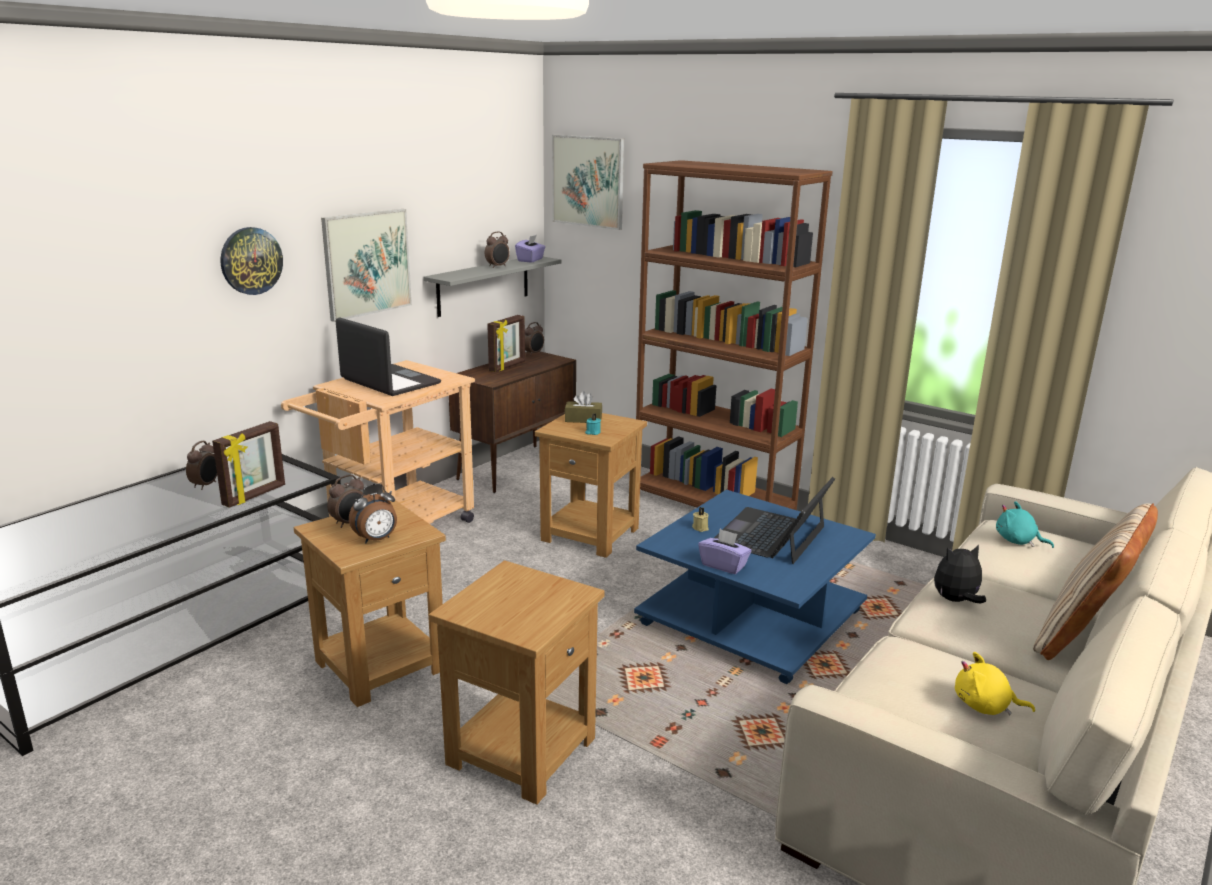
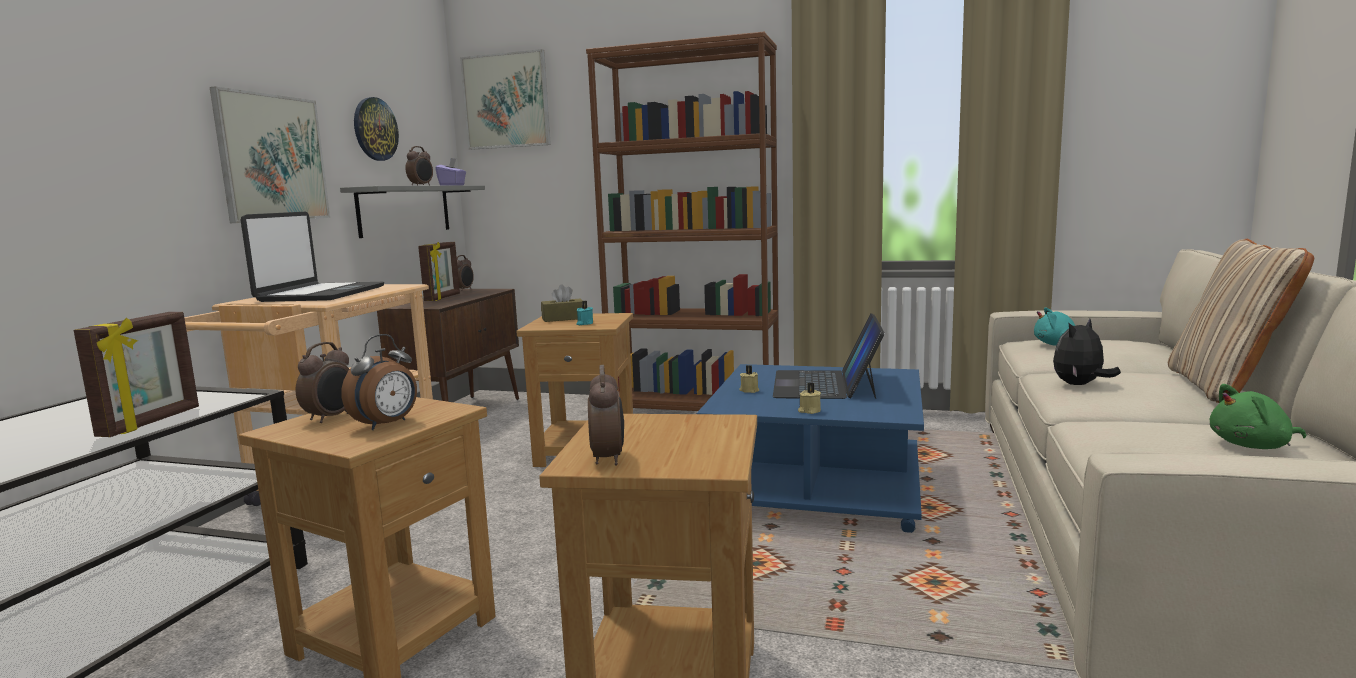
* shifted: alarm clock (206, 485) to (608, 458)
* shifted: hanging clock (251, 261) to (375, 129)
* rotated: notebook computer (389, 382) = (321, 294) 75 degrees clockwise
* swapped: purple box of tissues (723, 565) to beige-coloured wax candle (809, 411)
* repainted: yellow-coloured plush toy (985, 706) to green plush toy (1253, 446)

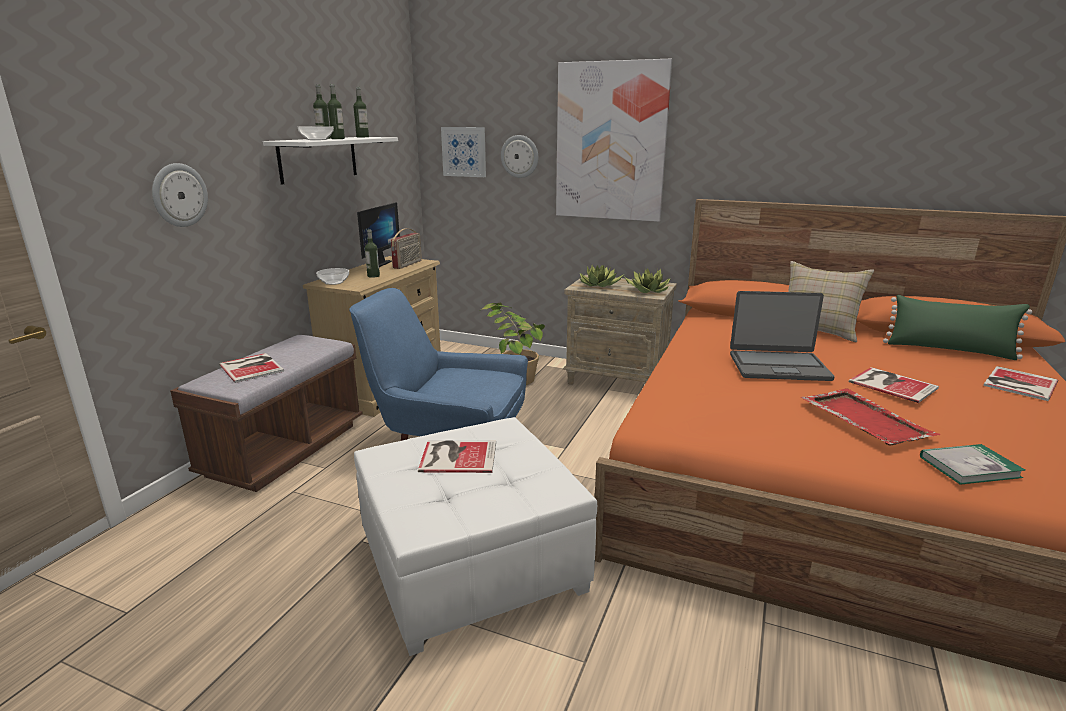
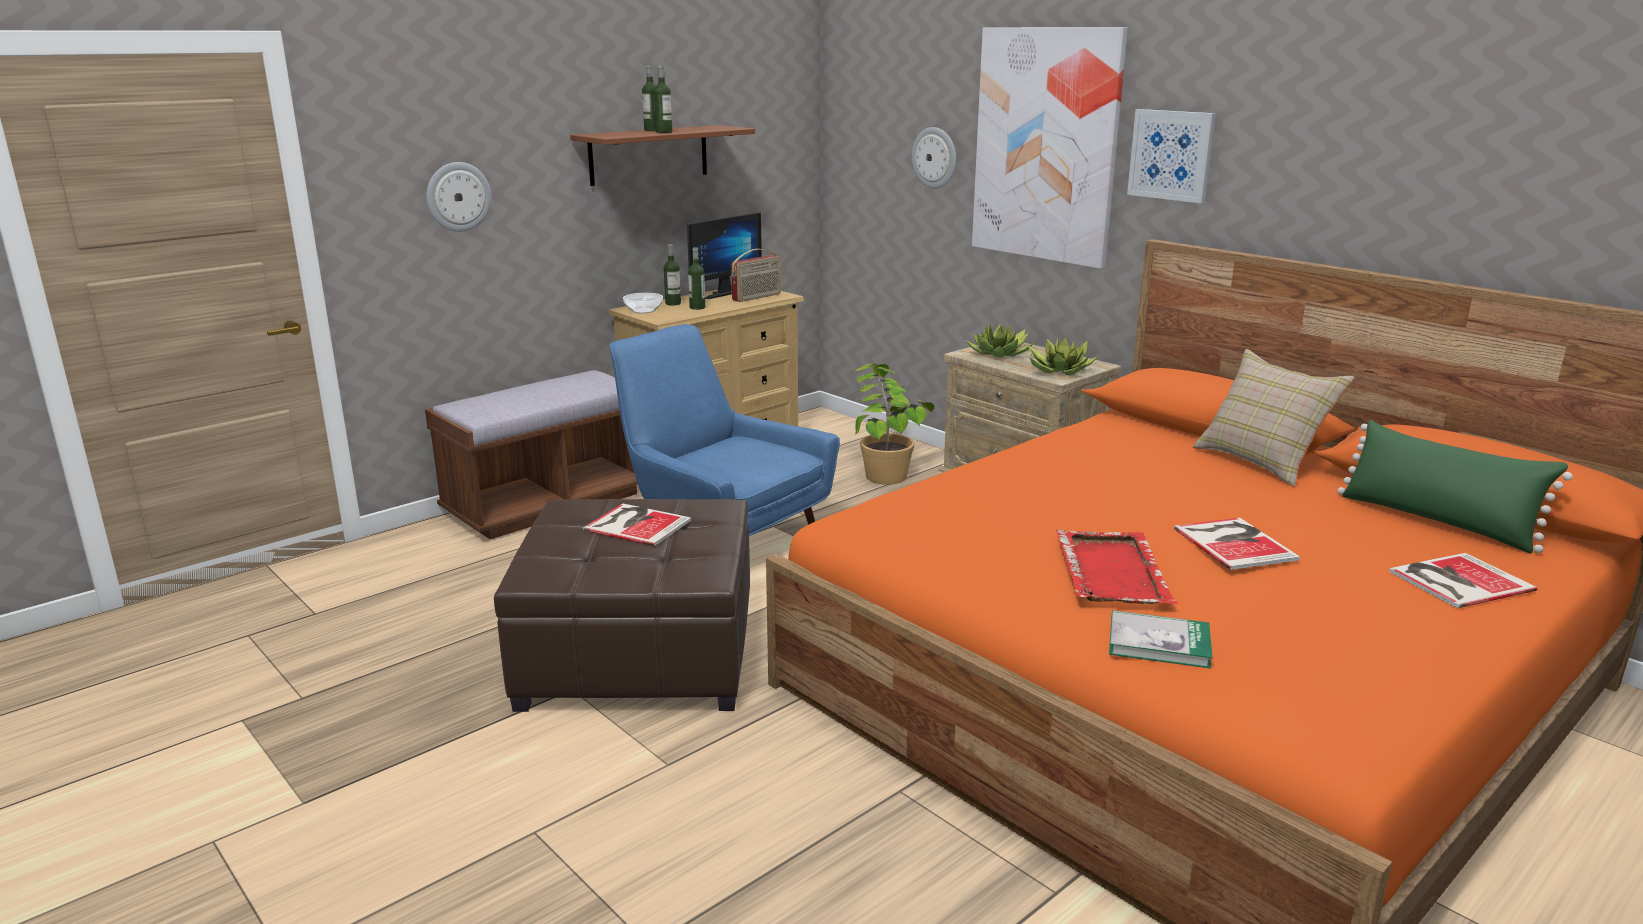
* gone: book (252, 367)
* repainted: white shelf (318, 159) to brown shelf (649, 154)
* gone: deep dish (317, 139)
* shifted: bottle (362, 137) to (673, 303)
* repainted: white ottoman (472, 562) to brown ottoman (641, 653)
* shifted: wall picture (464, 152) to (1171, 155)
* gone: notebook computer (778, 366)

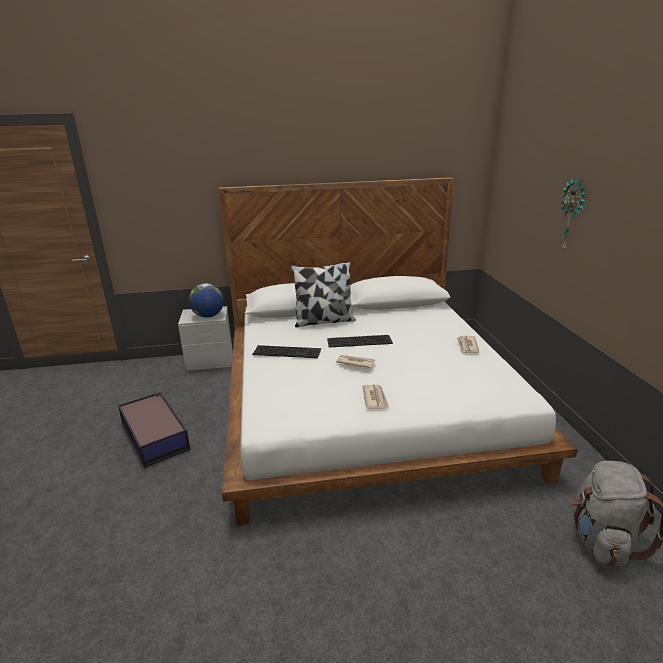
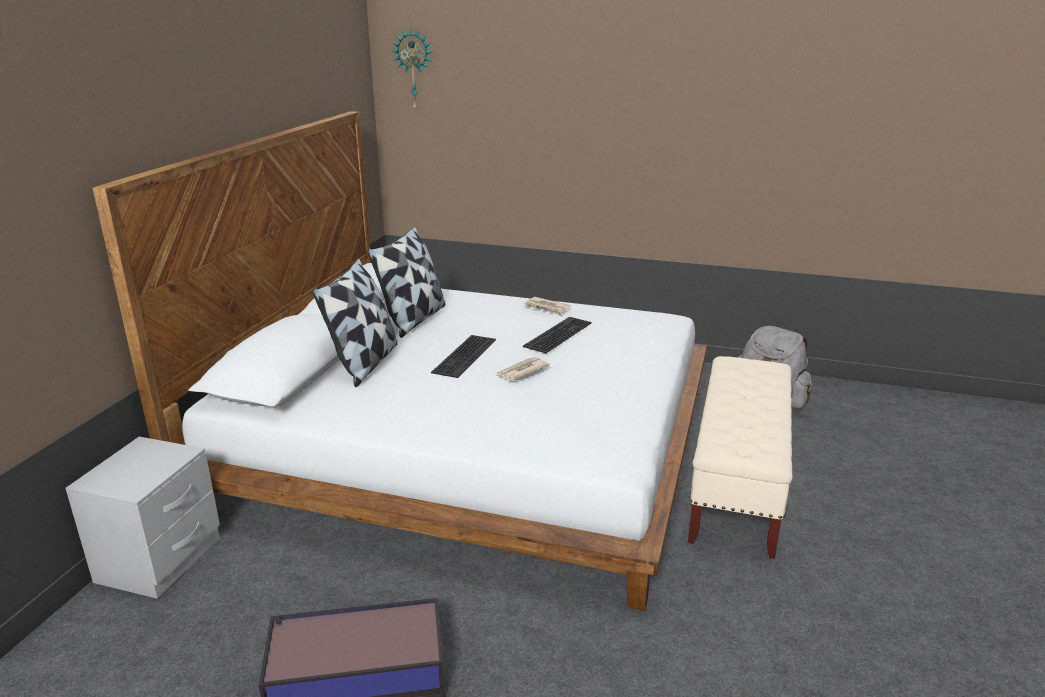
* gone: world globe (208, 316)
* shifted: keyboard (288, 351) to (557, 333)
* gone: daily paper (375, 398)
* shifted: hanging clock (572, 215) to (414, 70)
* new: throw pillow (413, 319)
* new: beige-coloured indoor bench (736, 487)

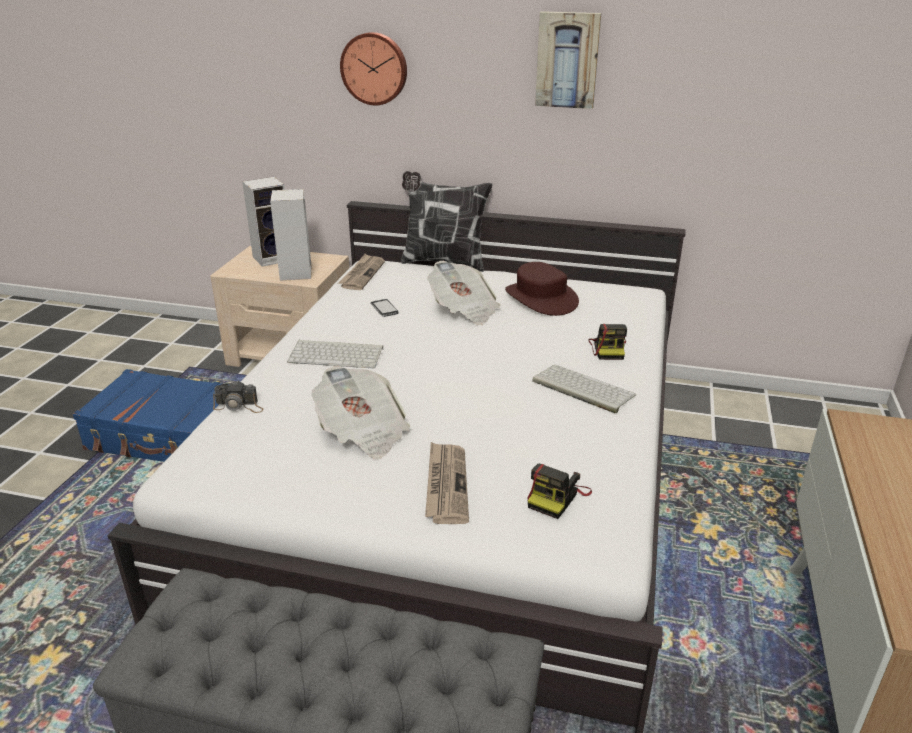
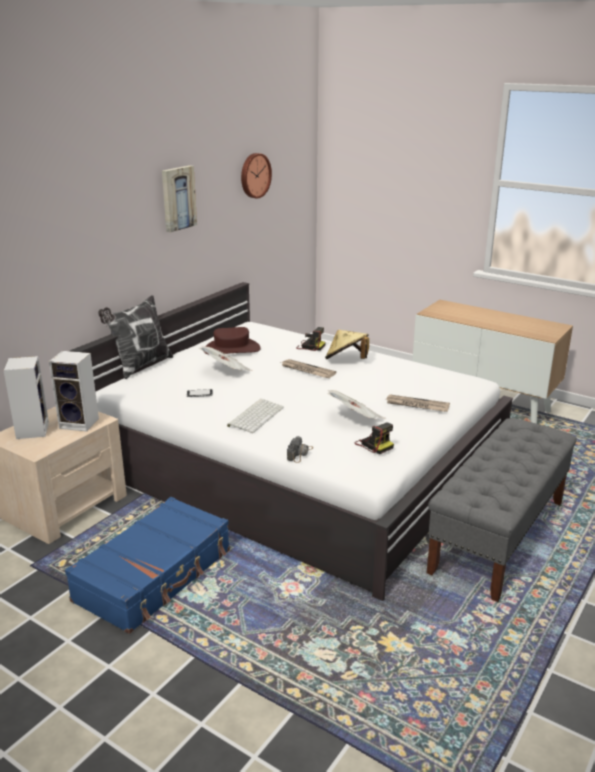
* shifted: daily paper (362, 274) to (307, 370)
* shifted: hanging clock (374, 68) to (254, 175)
* shifted: photo camera (557, 497) to (374, 444)
* swapped: keyboard (581, 388) to beige-coloured hat (346, 360)

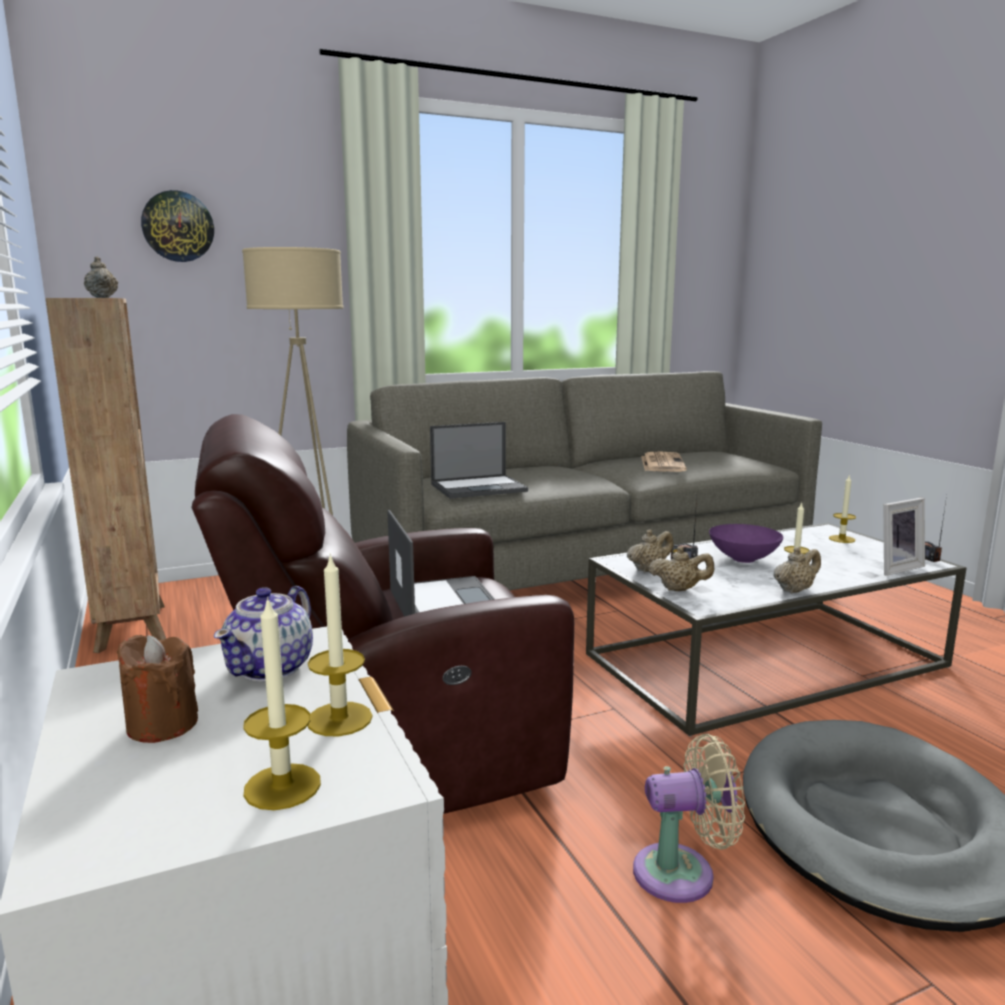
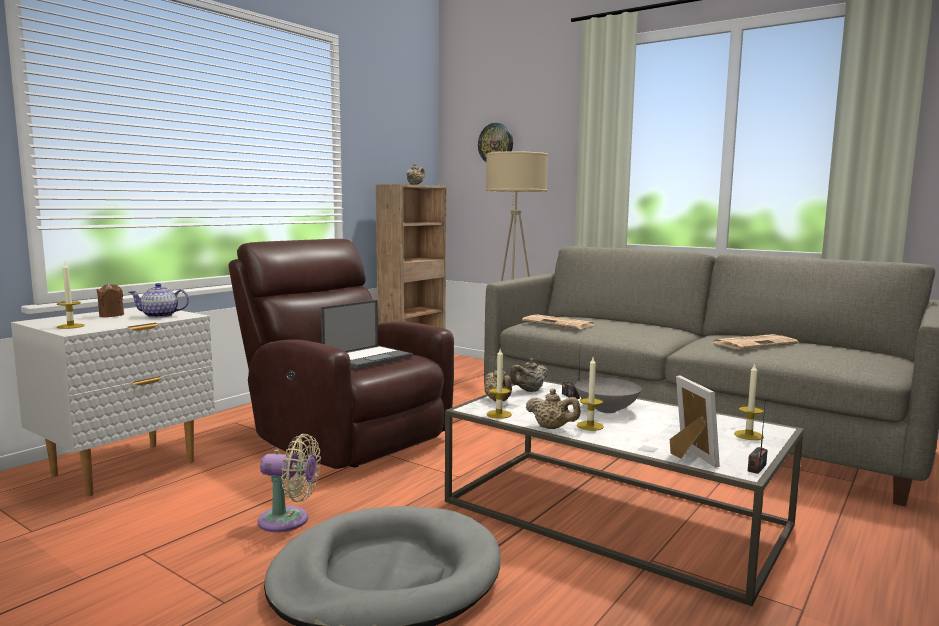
* shifted: wax candle (339, 719) to (499, 414)
* swapped: notebook computer (479, 487) to daily paper (559, 323)
* rotated: beige-coloured tea pot (648, 569) = (529, 391) 120 degrees clockwise
* rotated: beige-coloured fan (682, 873) = (289, 521) 45 degrees counterclockwise
* repainted: purple deep dish (744, 559) to greyish deep dish (608, 410)
* rotated: photo frame (894, 568) = (689, 456) 135 degrees counterclockwise

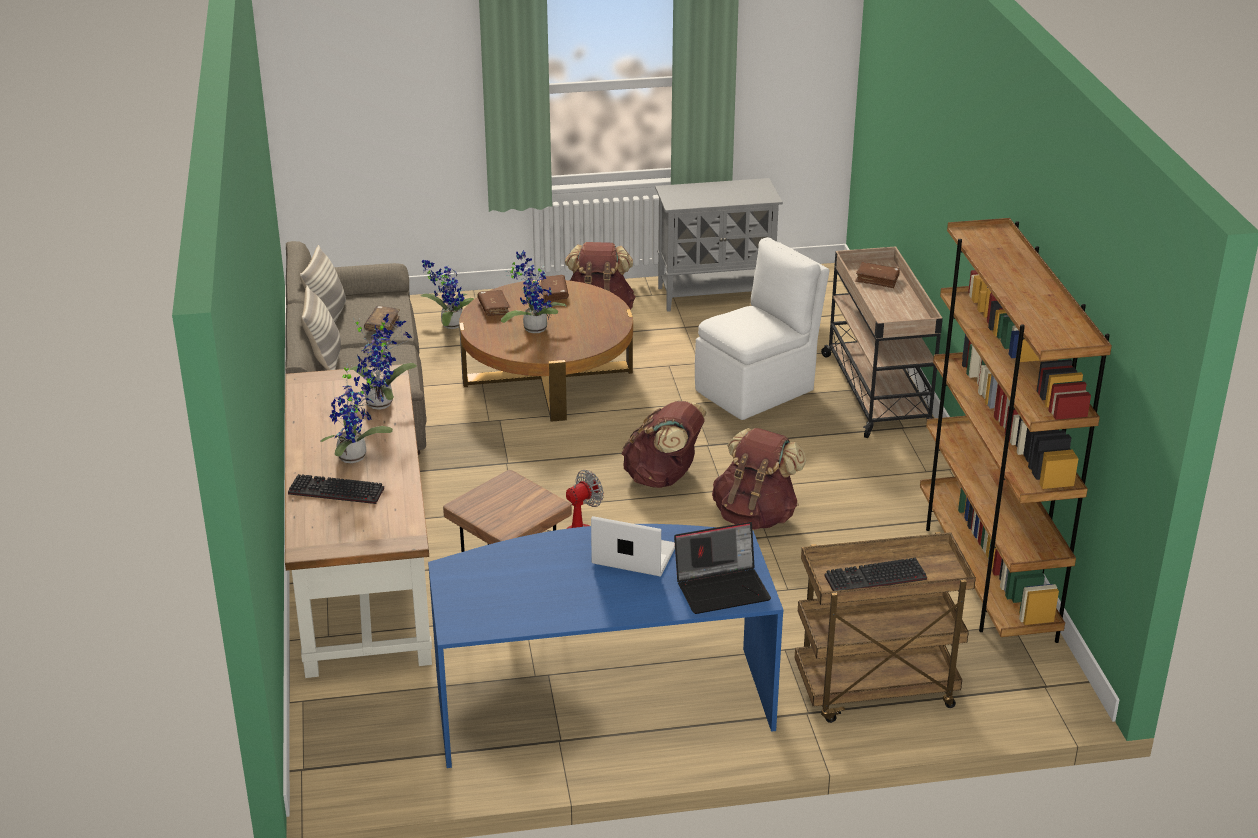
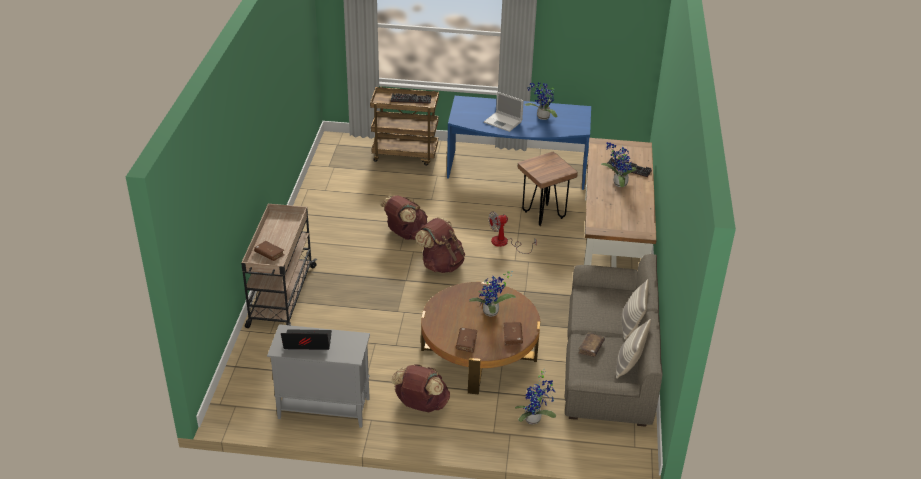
* shifted: houseplant (382, 402) to (541, 117)
* shifted: notebook computer (722, 588) to (306, 343)
* gone: white plain chair (757, 389)
* gone: brown shelving unit (986, 575)

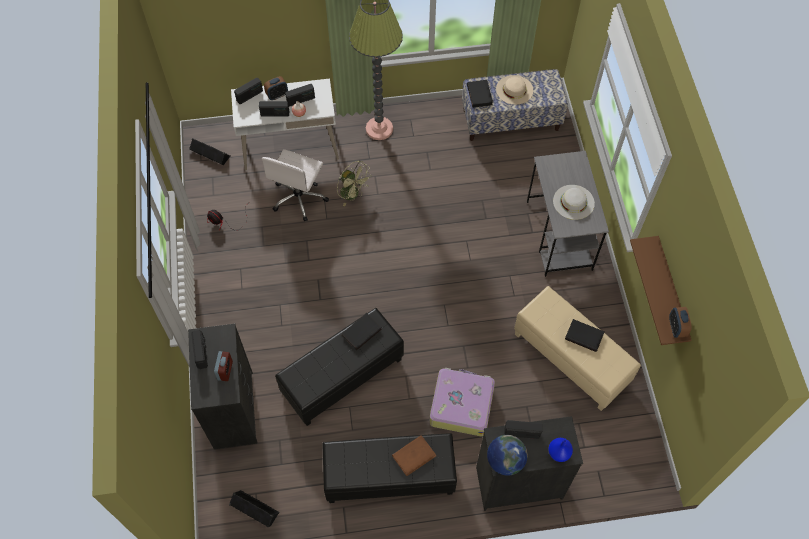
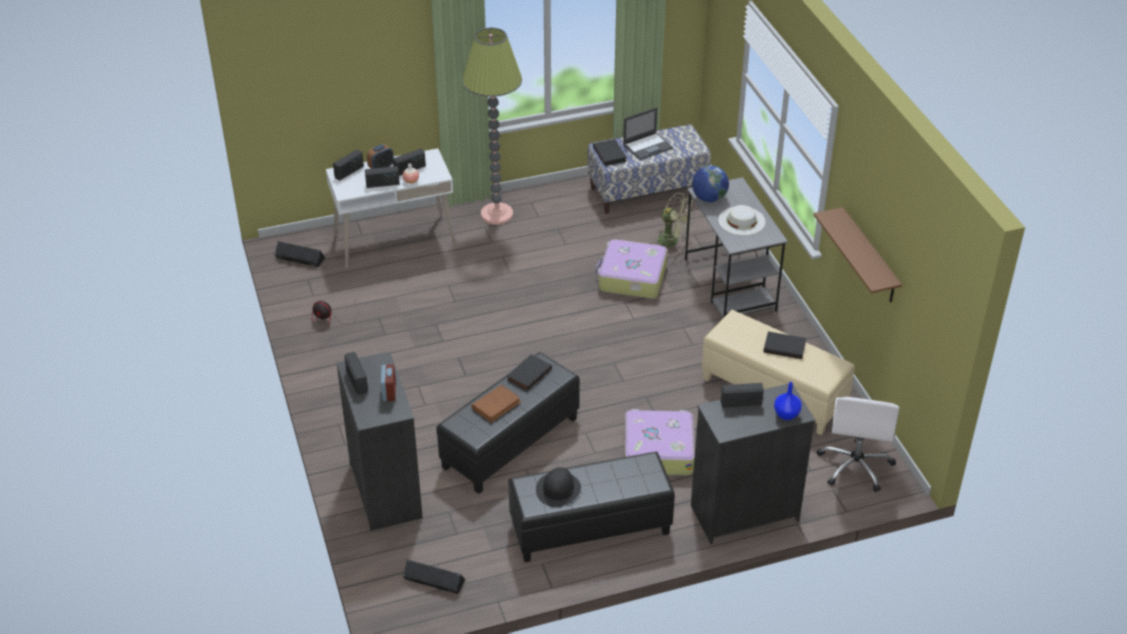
* shifted: white computer chair (299, 198) to (855, 465)
* shifted: green fan (353, 194) to (673, 241)
* shifted: brown book (414, 456) to (496, 405)
* shifted: world globe (505, 461) to (709, 198)
* swapped: beige-coloured hat (514, 89) to notebook computer (648, 146)
* gone: alarm clock (676, 328)
* new: black-coloured hat (558, 489)
* new: travel case (631, 278)

